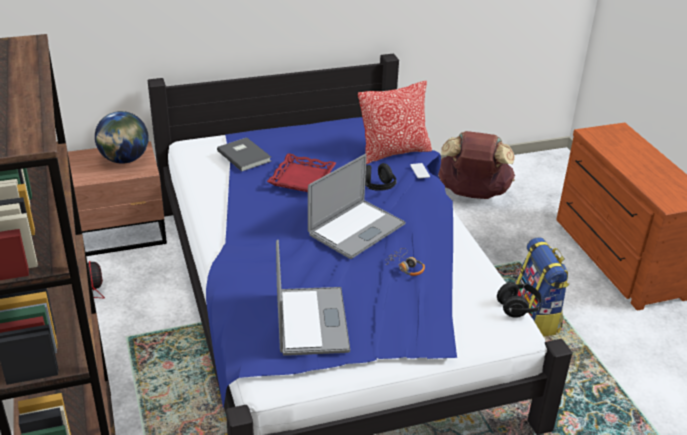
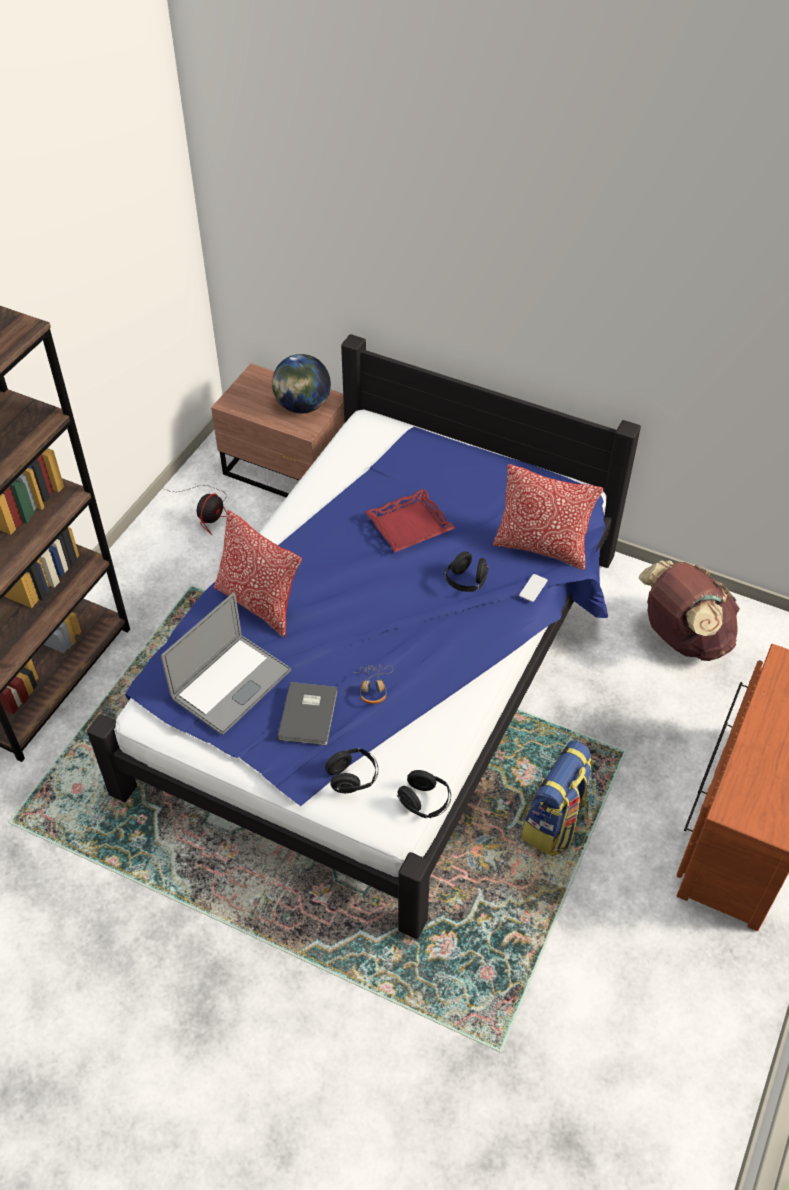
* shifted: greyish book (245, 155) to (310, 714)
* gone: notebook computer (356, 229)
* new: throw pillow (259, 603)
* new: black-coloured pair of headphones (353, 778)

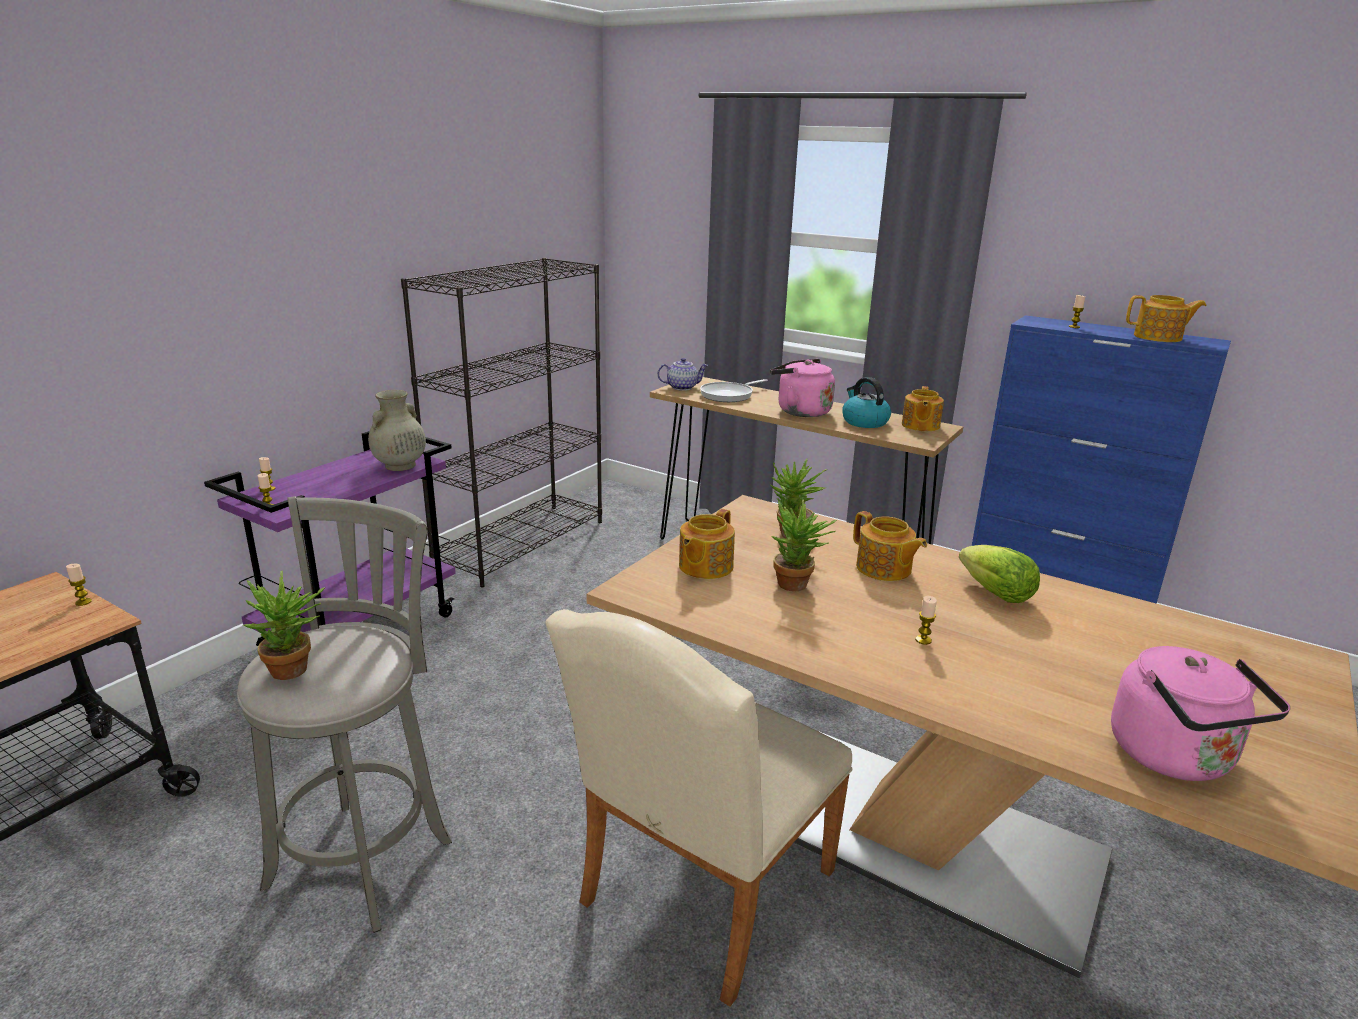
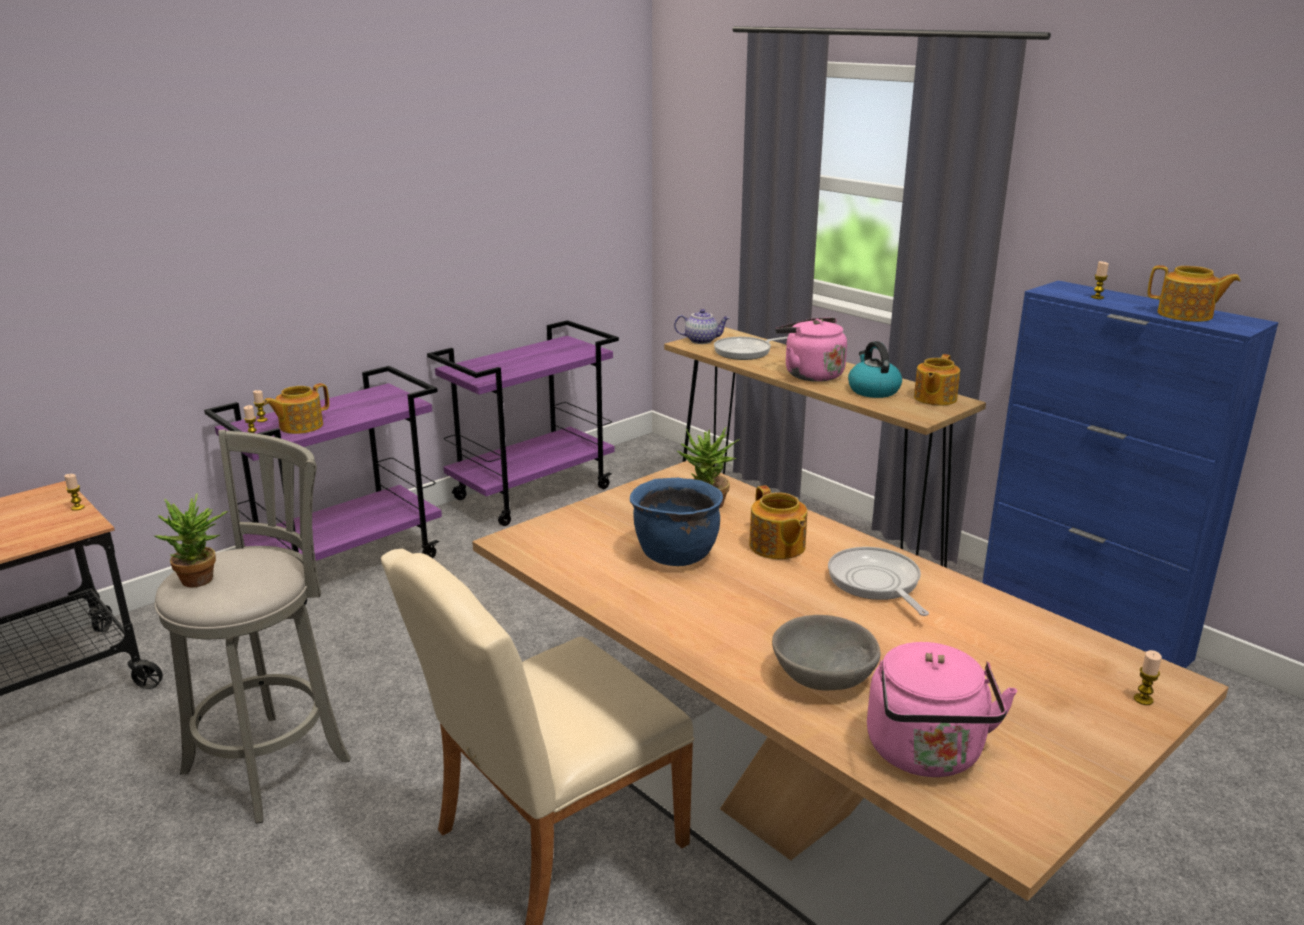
* gone: beige-coloured flower vase (399, 466)
* swapped: black-coloured shelving unit (521, 543) to purple wheeled cart (533, 492)
* shifted: tea pot (704, 567) to (300, 426)
* swapped: houseplant (797, 586) to blue-coloured stockpot (675, 555)
* shifted: wax candle (923, 640) to (1143, 699)
* swapped: lettuce (996, 594) to skillet (876, 583)
* new: greyish deep dish (824, 678)

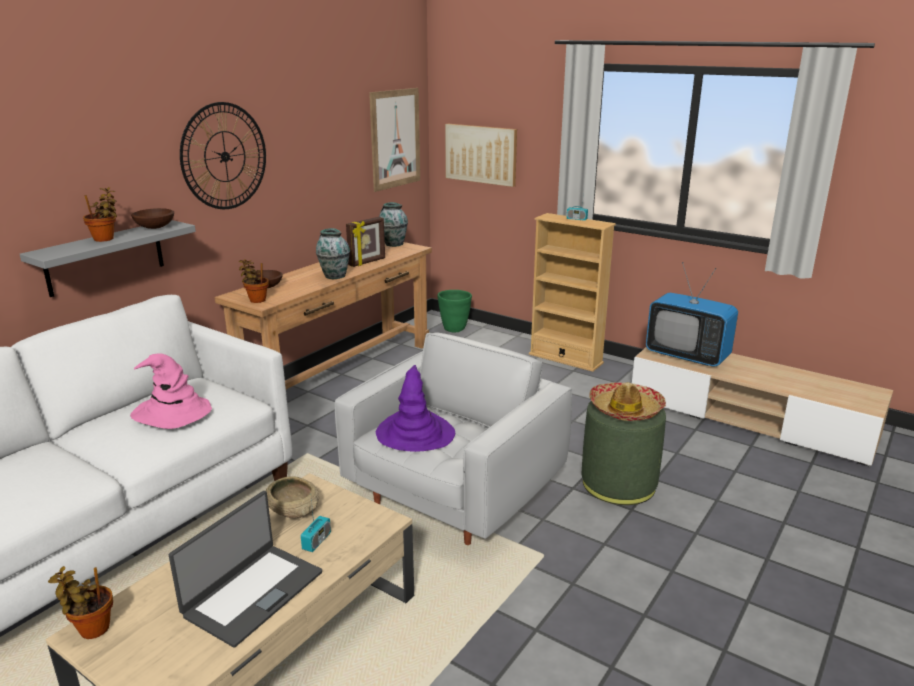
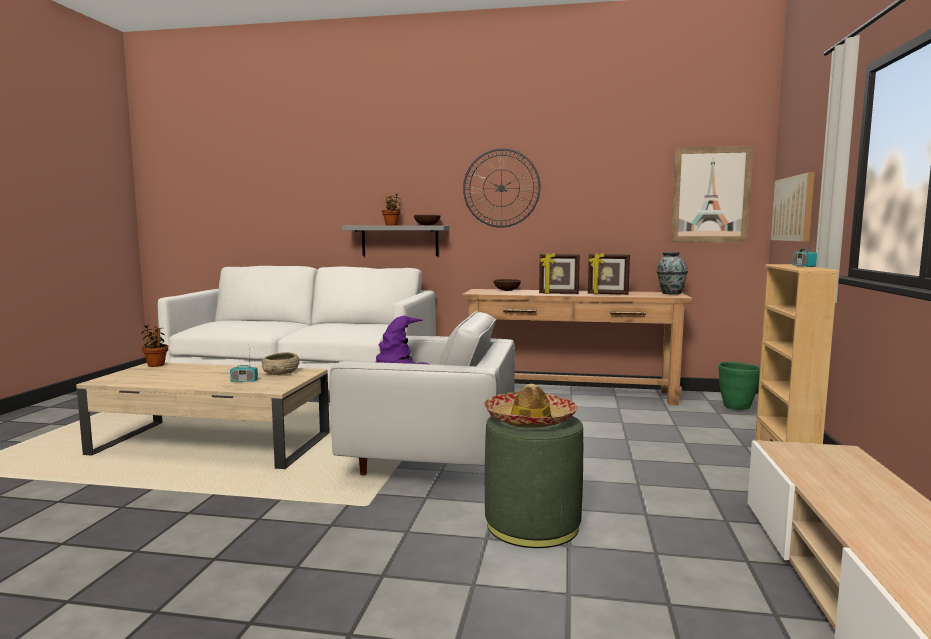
* gone: pinkish hat (171, 413)
* gone: notebook computer (252, 593)
* gone: houseplant (256, 300)
* swapped: flower vase (334, 276) to photo frame (558, 294)
* gone: television (687, 356)

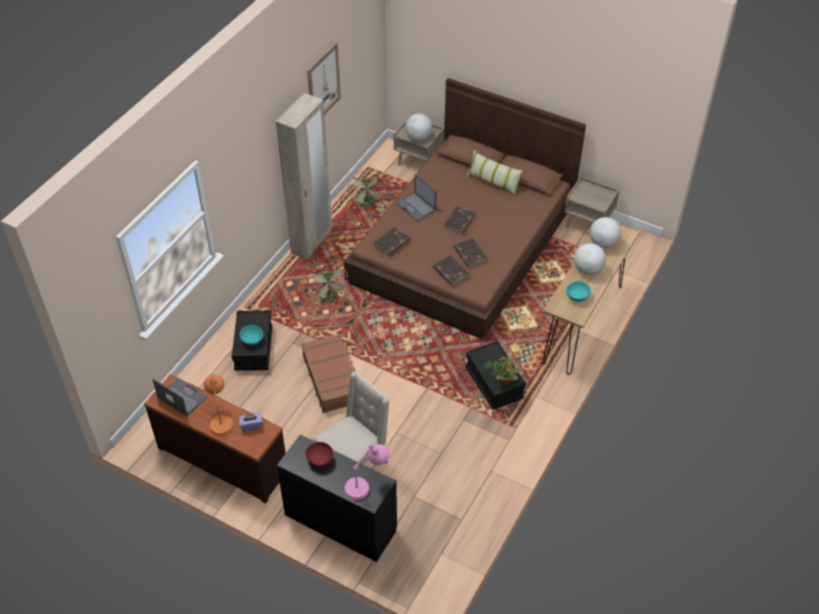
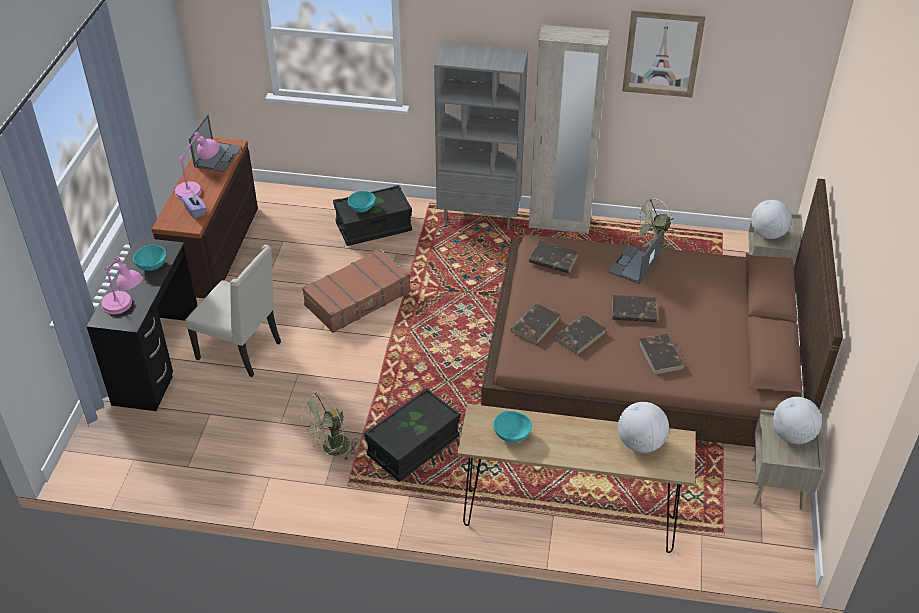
* repainted: orange-coloured tabletop lamp (220, 417) to pinkish tabletop lamp (199, 188)
* repainted: reddish deep dish (320, 460) to blue-green deep dish (151, 266)
* shifted: beige-coloured fan (330, 298) to (331, 449)
* gone: throw pillow (493, 182)
* gone: houseplant (505, 382)
* shifted: world globe (587, 269) to (792, 435)
* new: greyish shelving unit (479, 216)
* new: brown book (661, 356)

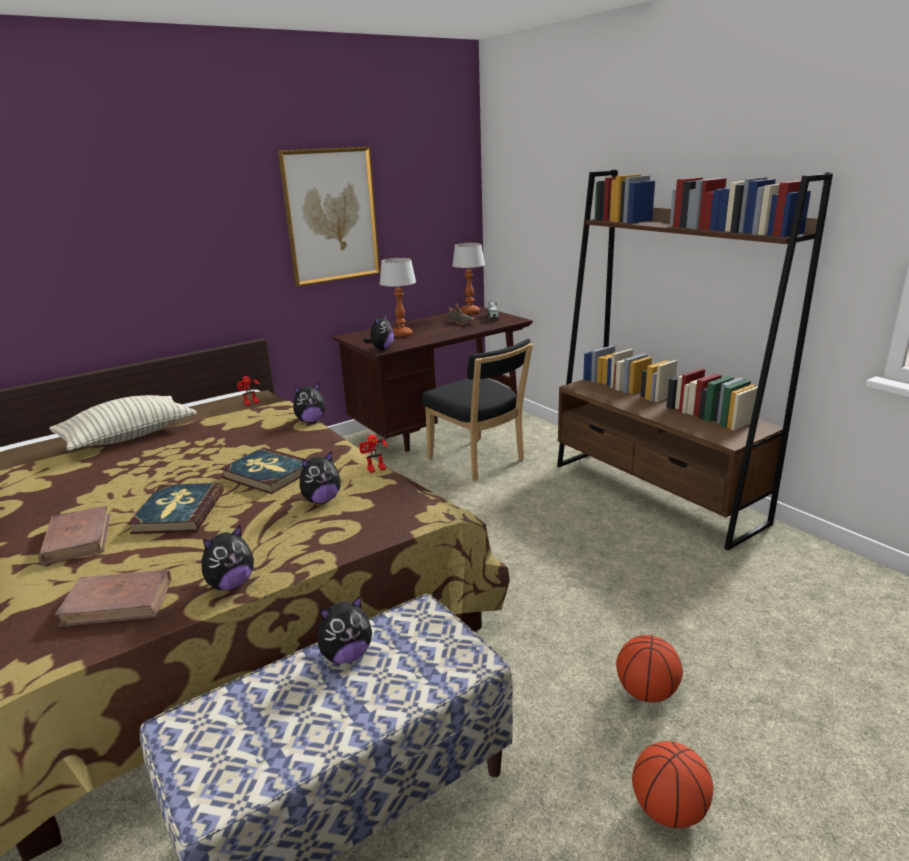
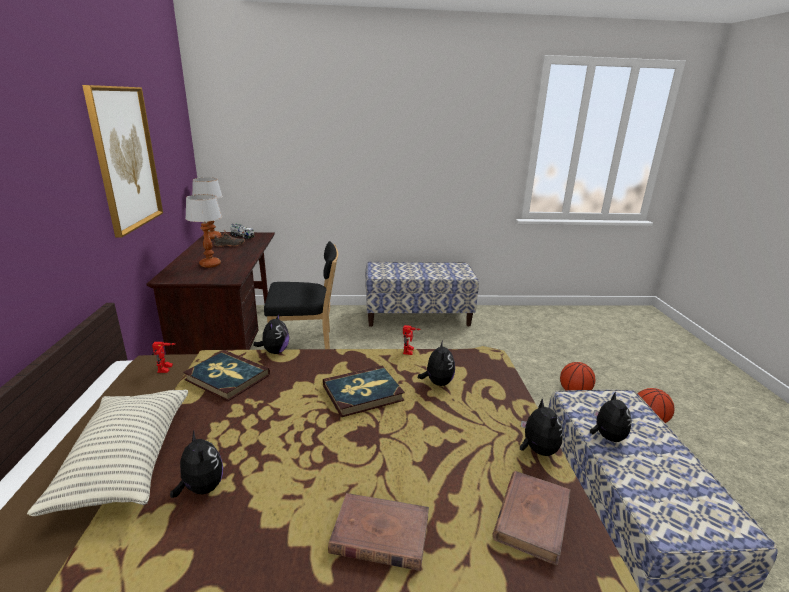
* shifted: book (178, 512) to (227, 378)
* shifted: plush toy (381, 349) to (201, 488)
* swapped: brown shelving unit (655, 493) to indoor bench (418, 316)

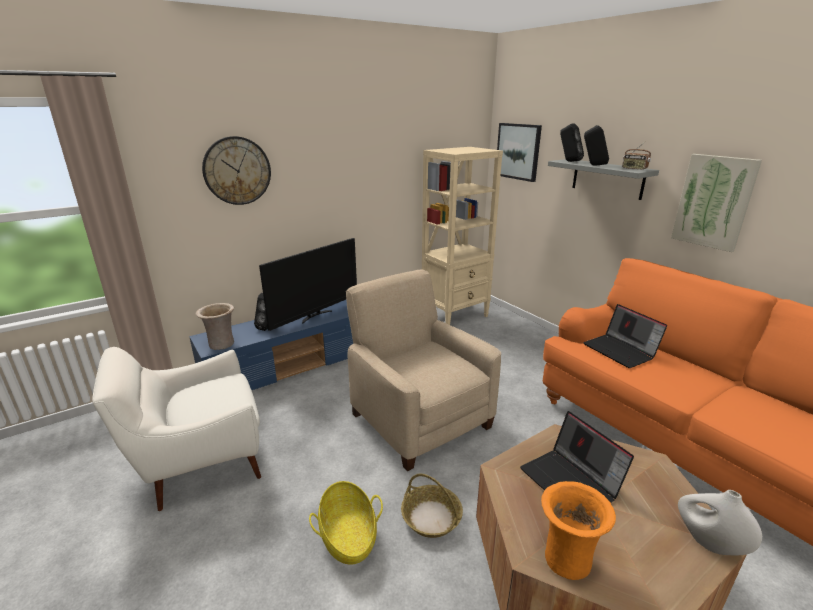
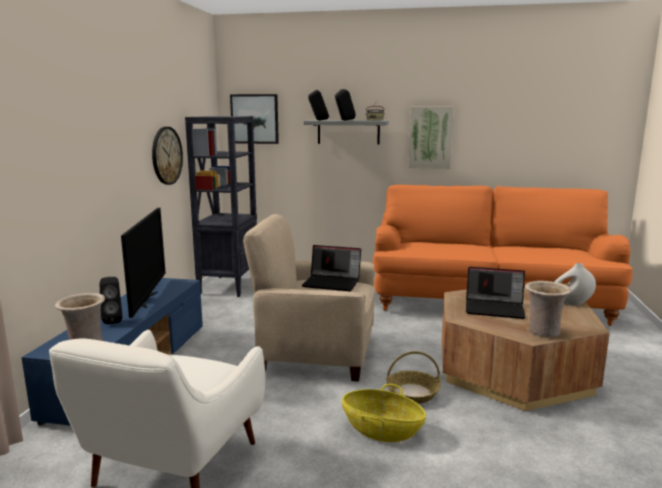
* shifted: hanging clock (237, 171) to (166, 155)
* repainted: beige-coloured shelving unit (455, 315) to black-coloured shelving unit (229, 286)
* repainted: orange-coloured flower vase (566, 558) to beige-coloured flower vase (542, 332)
* shifted: notebook computer (621, 351) to (332, 283)

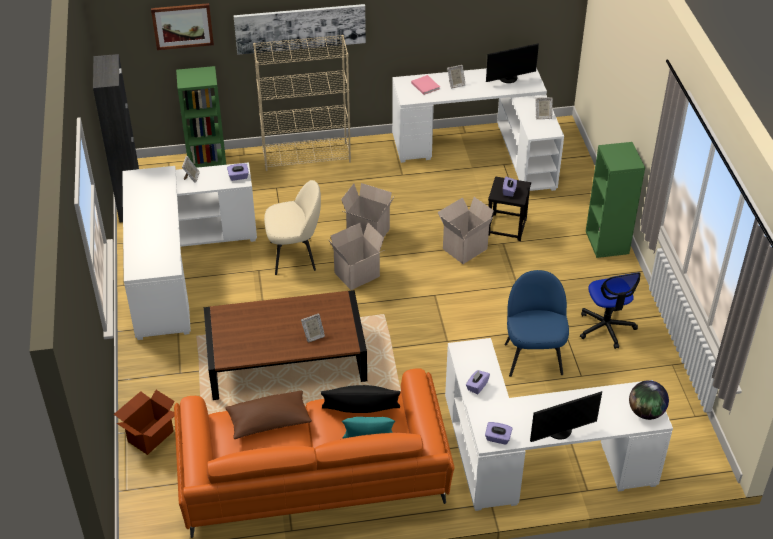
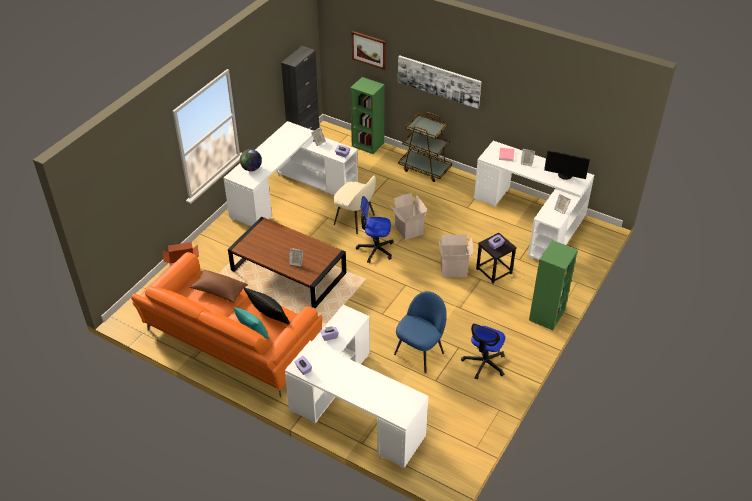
* swapped: beige-coloured shelving unit (307, 156) to brown wheeled cart (425, 169)
* swapped: cardboard box (357, 276) to computer chair (375, 249)
* gone: computer display (560, 431)
* shifted: world globe (646, 412) to (251, 168)

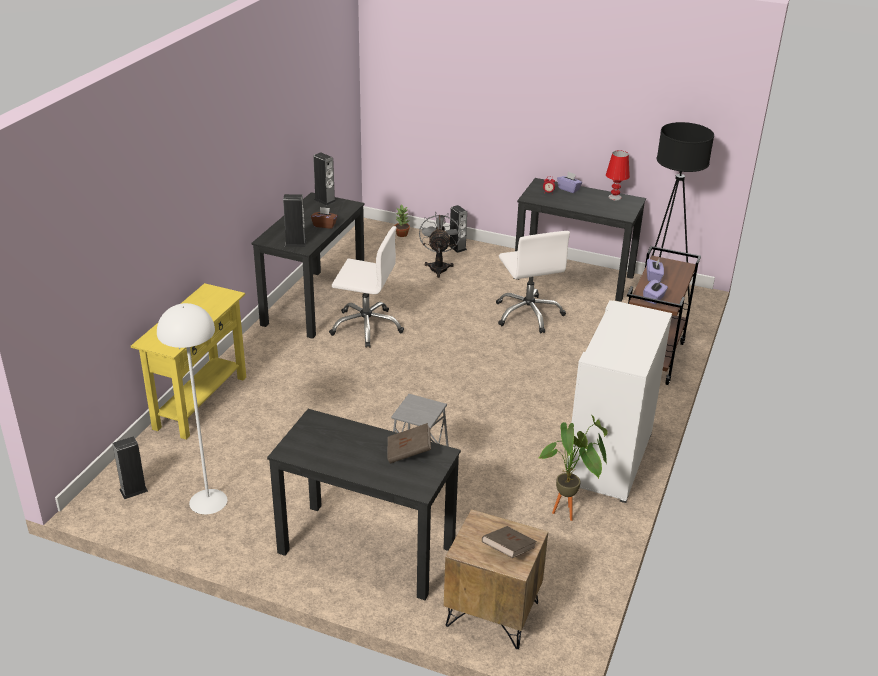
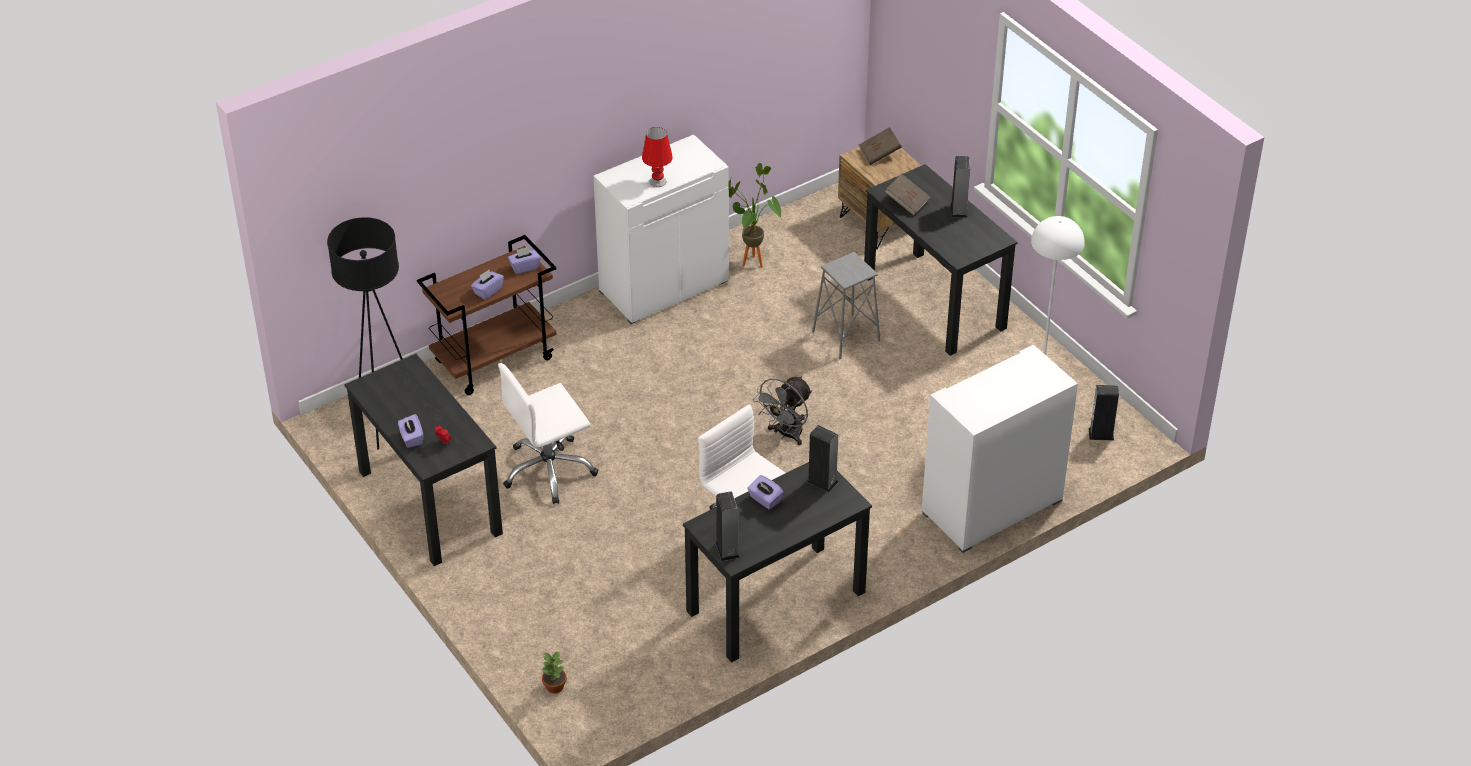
* swapped: yellow-coloured narrow table (200, 402) to white storage cabinet (992, 507)
* repainted: brown box of tissues (324, 225) to purple box of tissues (765, 500)
* shifted: greyish fan (439, 266) to (786, 434)
* shifted: loudspeaker (457, 247) to (959, 210)
* rotated: white computer chair (528, 314) = (549, 470) 135 degrees counterclockwise
* shifted: reddish tabletop lamp (615, 197) to (657, 181)

